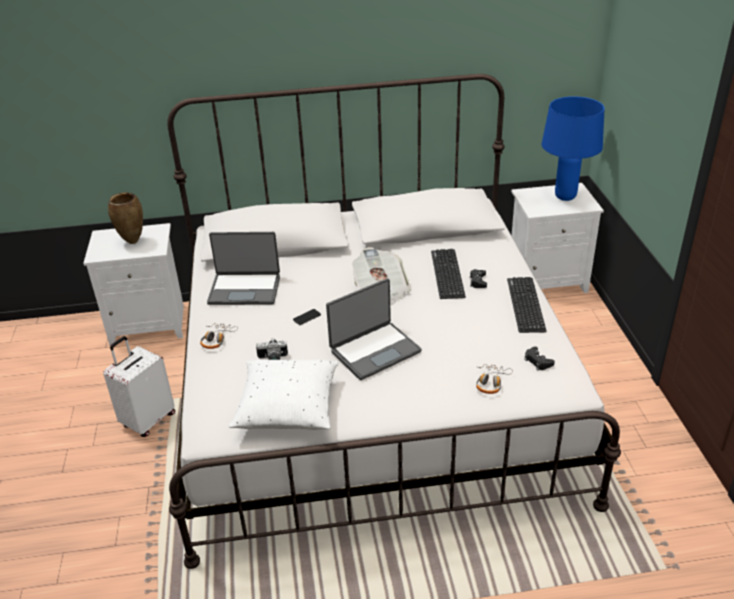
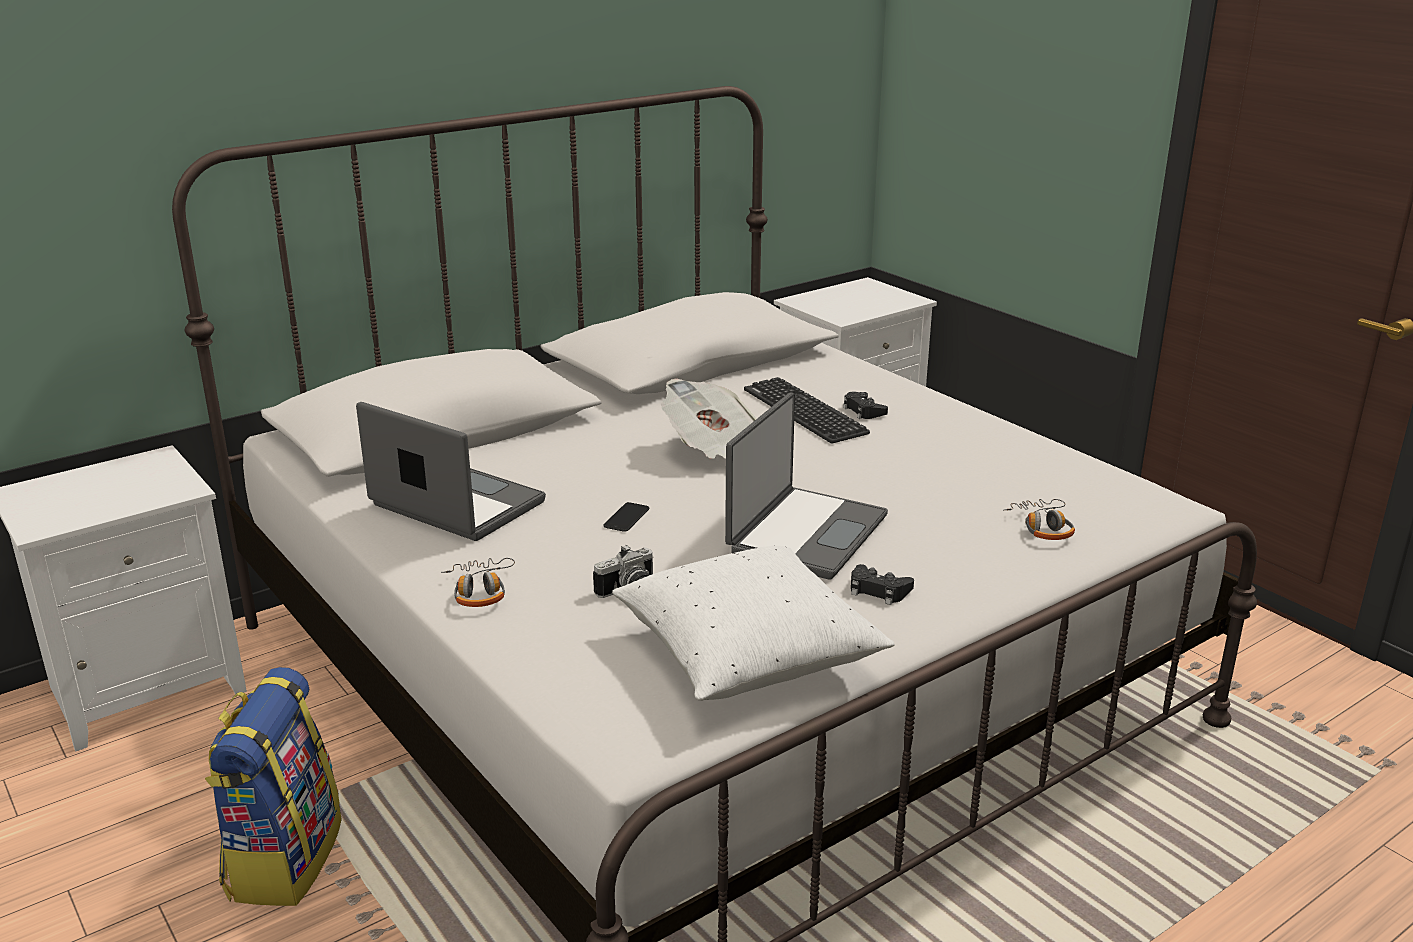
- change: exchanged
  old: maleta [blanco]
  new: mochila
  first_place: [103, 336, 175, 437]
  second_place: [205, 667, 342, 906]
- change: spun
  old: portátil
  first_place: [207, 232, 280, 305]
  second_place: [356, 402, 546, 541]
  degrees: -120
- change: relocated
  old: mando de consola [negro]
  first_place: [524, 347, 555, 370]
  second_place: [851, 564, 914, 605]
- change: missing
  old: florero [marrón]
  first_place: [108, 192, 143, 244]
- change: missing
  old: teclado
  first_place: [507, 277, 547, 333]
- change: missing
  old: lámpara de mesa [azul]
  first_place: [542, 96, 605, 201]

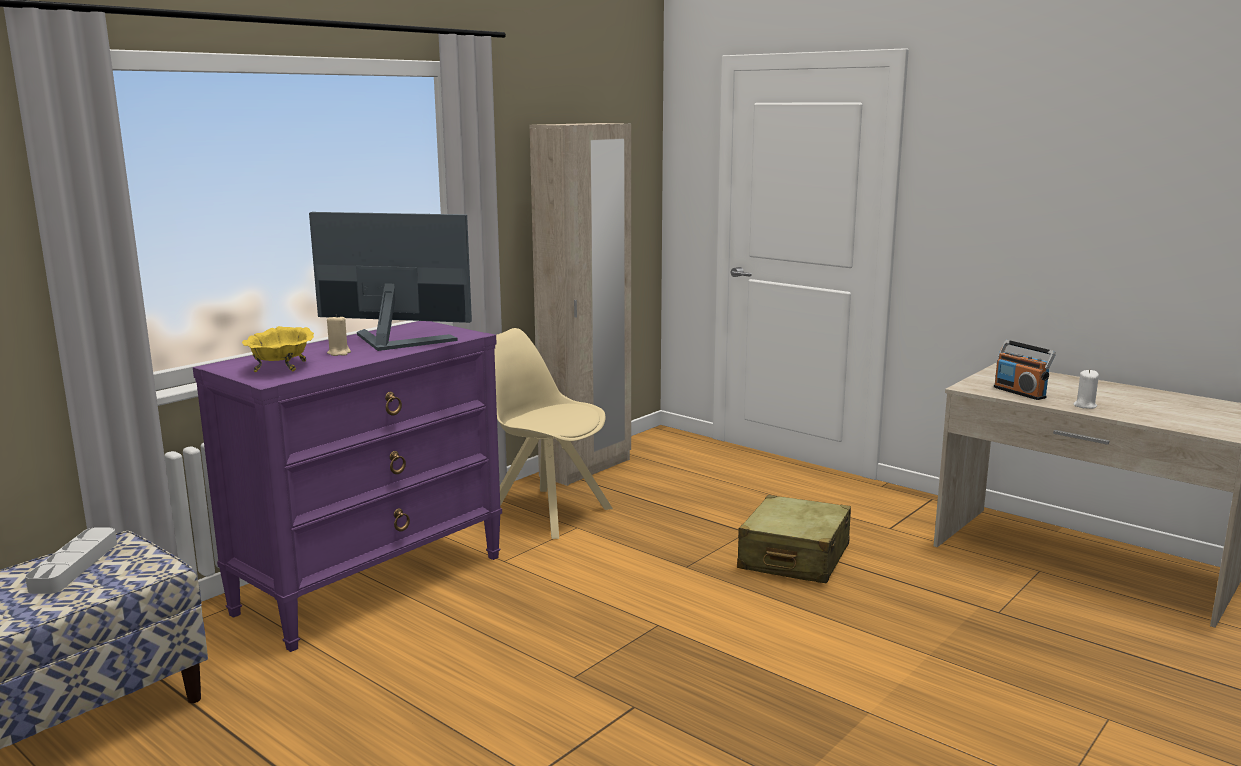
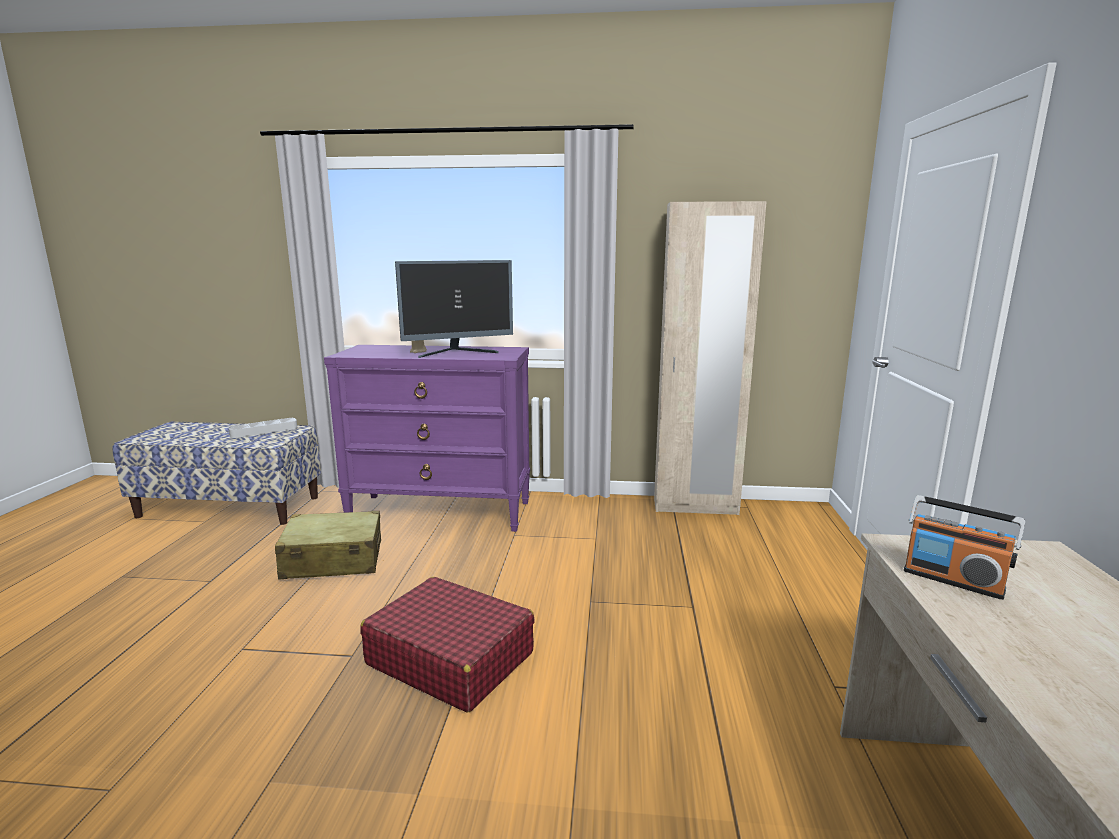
- change: relocated
  old: maleta [beis]
  first_place: [737, 495, 851, 583]
  second_place: [275, 511, 381, 580]
- change: appeared
  new: maleta [rojo]
  second_place: [361, 577, 535, 712]
- change: spun
  old: monitor
  first_place: [309, 212, 472, 351]
  second_place: [395, 260, 513, 358]
  degrees: 90
- change: spun
  old: radio
  first_place: [994, 340, 1056, 400]
  second_place: [904, 495, 1025, 600]
  degrees: -75
- change: missing
  old: cuenco [amarillo]
  first_place: [242, 326, 314, 372]
- change: missing
  old: silla [beis]
  first_place: [494, 328, 613, 539]
- change: missing
  old: vela [blanco]
  first_place: [1073, 369, 1099, 409]

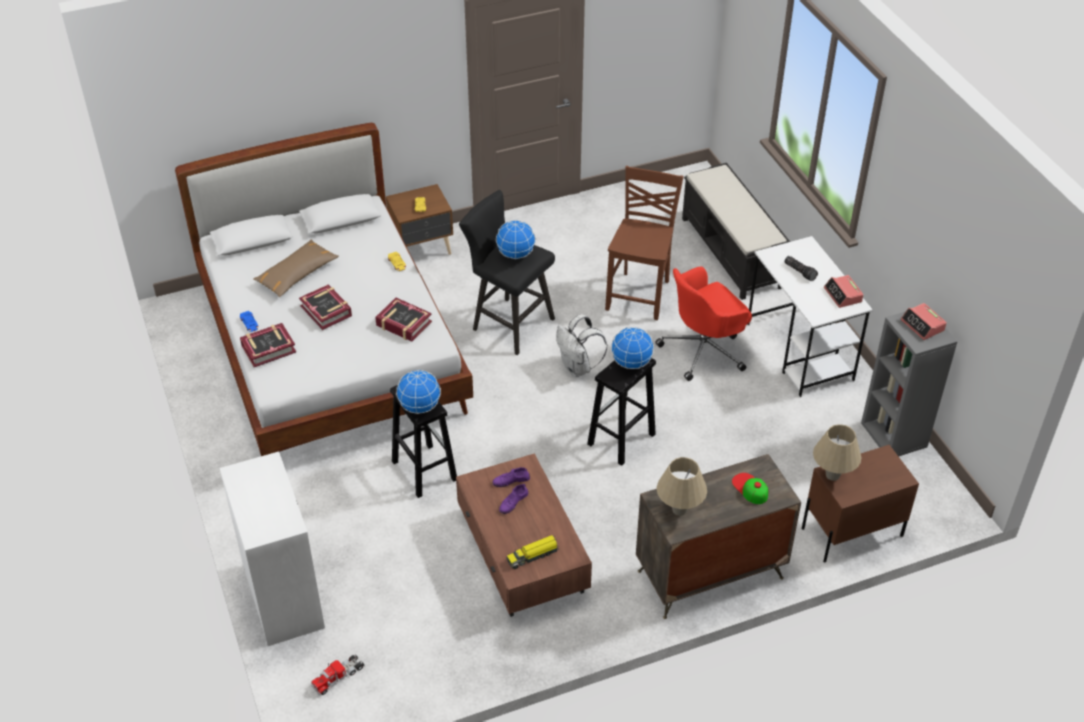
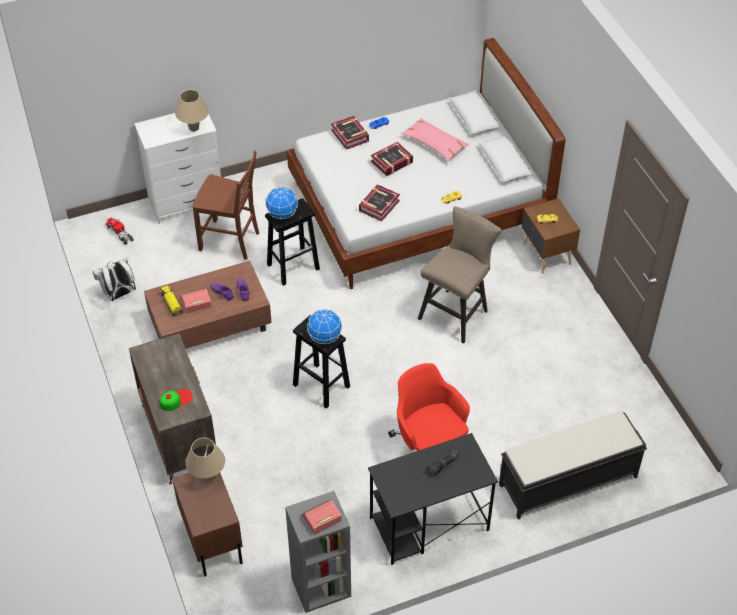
- change: relocated
  old: mochila [blanco]
  first_place: [556, 314, 607, 377]
  second_place: [93, 257, 136, 301]
- change: relocated
  old: lámpara de mesa [beis]
  first_place: [656, 457, 707, 516]
  second_place: [175, 89, 209, 132]
- change: relocated
  old: despertador
  first_place: [824, 275, 864, 308]
  second_place: [181, 289, 212, 313]
- change: relocated
  old: silla [marrón]
  first_place: [605, 166, 684, 320]
  second_place: [193, 151, 259, 260]
- change: colour
  old: escritorio [blanco]
  new: escritorio [negro]
  first_place: [748, 236, 873, 397]
  second_place: [368, 433, 498, 565]
- change: colour
  old: cojín [marrón]
  new: cojín [rosa]
  first_place: [253, 239, 339, 297]
  second_place: [401, 118, 469, 161]
- change: colour
  old: taburete [negro]
  new: taburete [beis]
  first_place: [459, 190, 555, 355]
  second_place: [418, 206, 502, 344]
- change: missing
  old: globo terráqueo
  first_place: [496, 220, 536, 260]

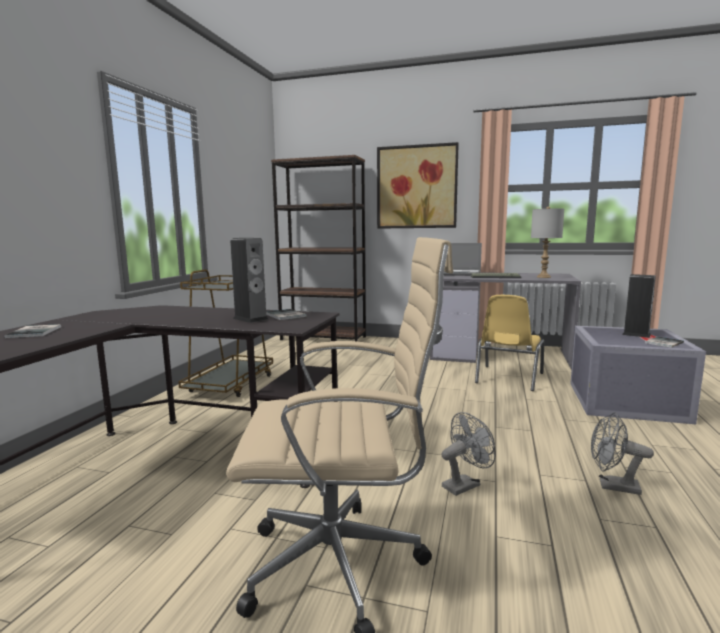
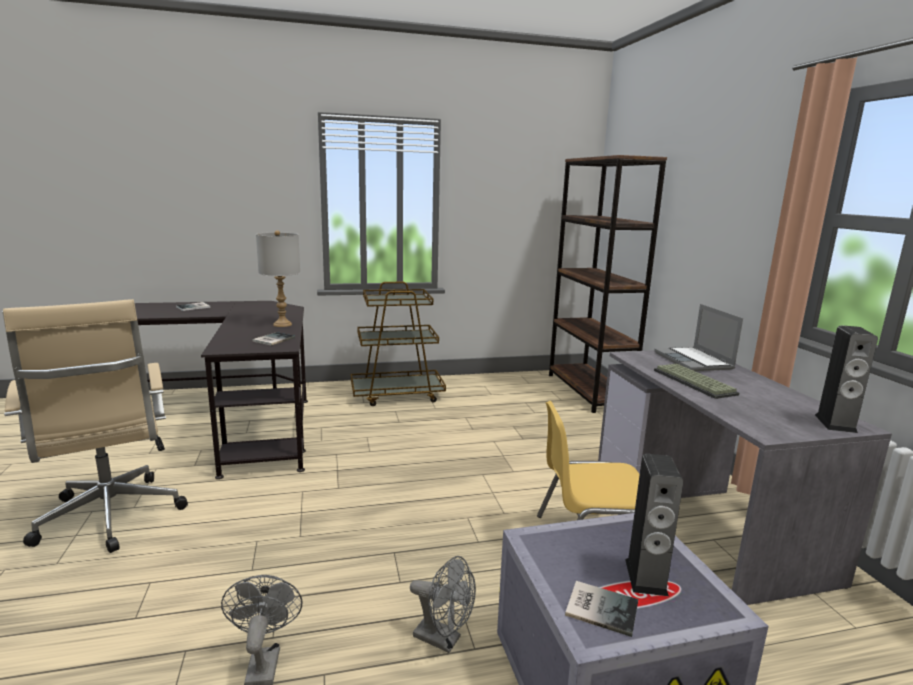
- change: relocated
  old: lámpara de mesa [gris]
  first_place: [531, 206, 564, 278]
  second_place: [256, 230, 300, 327]
- change: relocated
  old: ventilador [gris]
  first_place: [441, 412, 496, 496]
  second_place: [410, 556, 476, 653]
- change: relocated
  old: altavoz
  first_place: [230, 238, 269, 323]
  second_place: [815, 325, 878, 433]
- change: missing
  old: cuadro
  first_place: [377, 142, 459, 229]

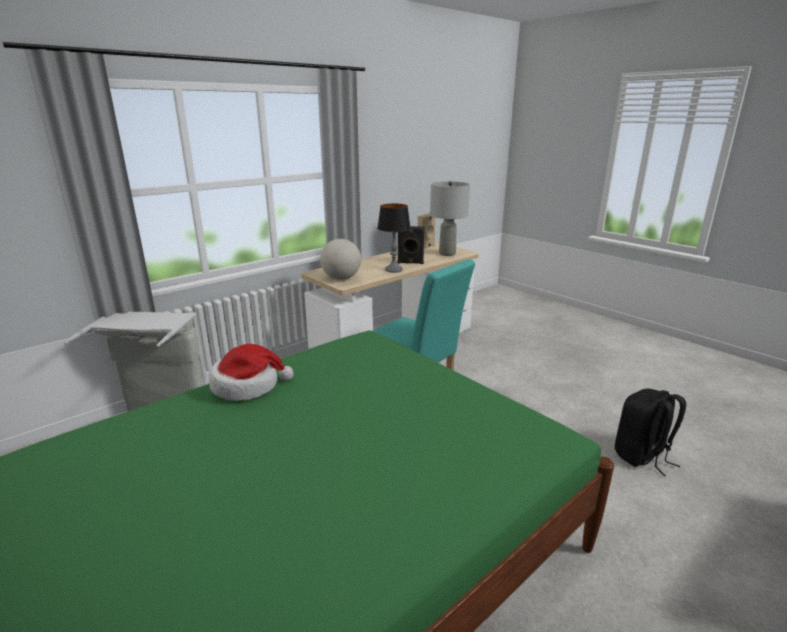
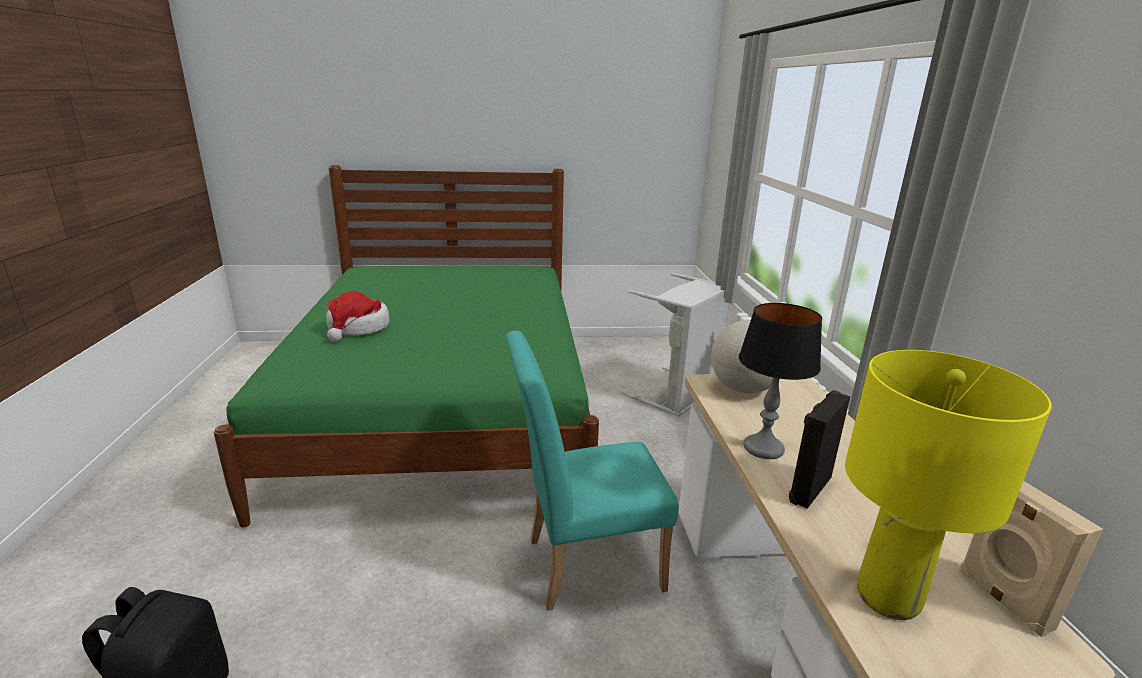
- change: relocated
  old: sombrero
  first_place: [209, 344, 294, 401]
  second_place: [326, 291, 389, 342]
- change: colour
  old: lámpara de mesa [gris]
  new: lámpara de mesa [amarillo]
  first_place: [430, 181, 470, 256]
  second_place: [845, 350, 1052, 620]

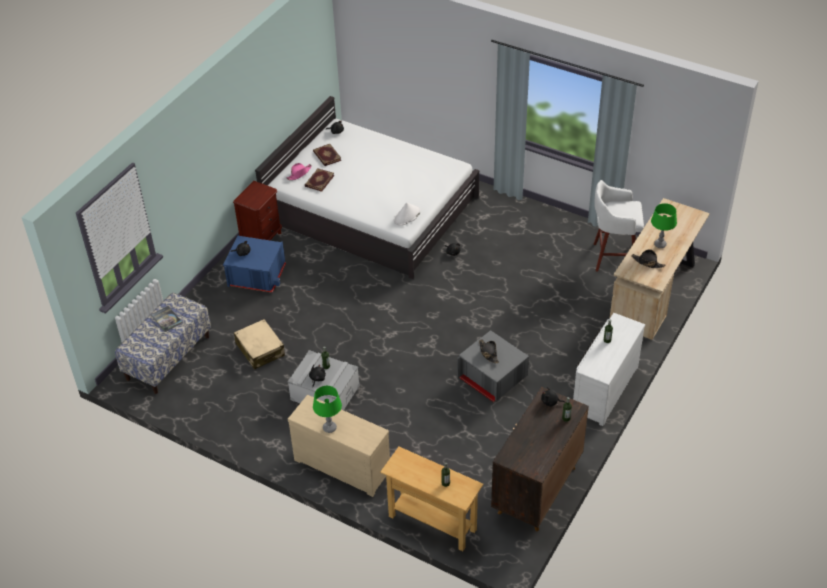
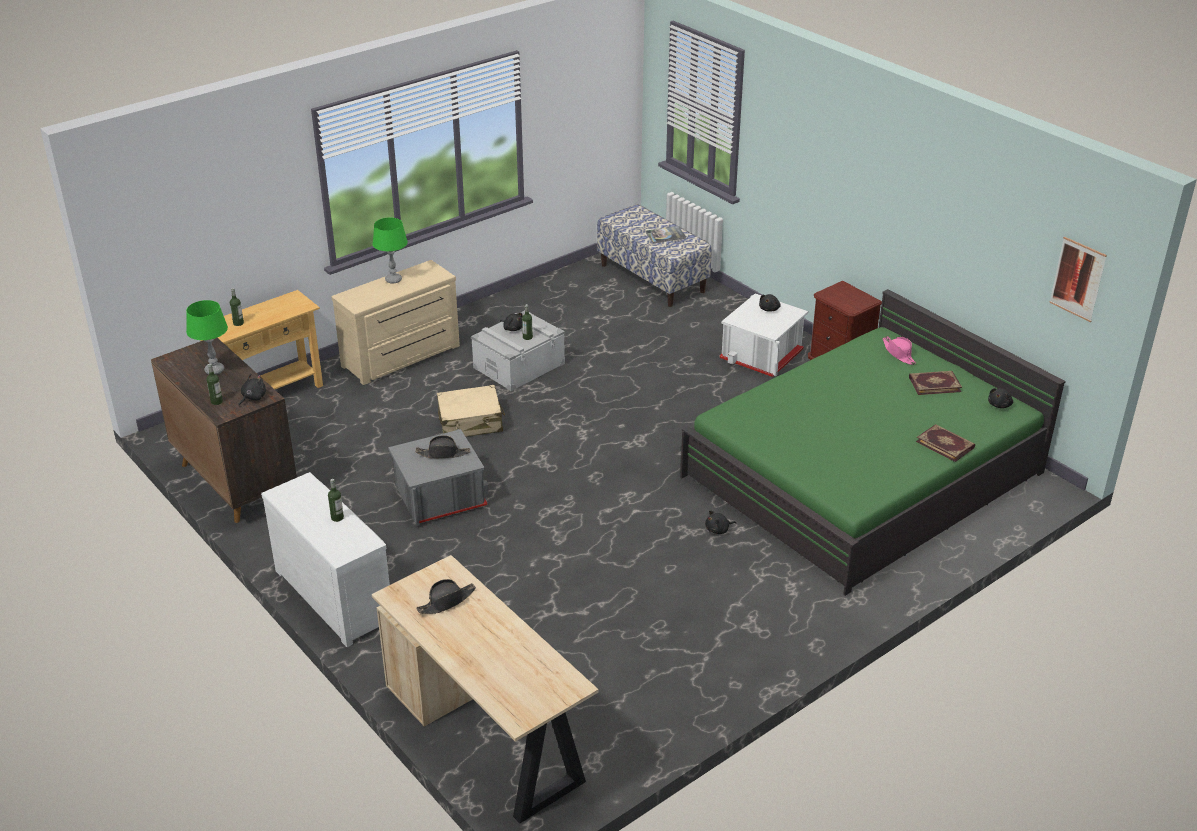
- change: relocated
  old: lámpara de mesa [verde]
  first_place: [651, 203, 677, 248]
  second_place: [186, 300, 228, 375]
- change: relocated
  old: maleta [beis]
  first_place: [234, 319, 285, 370]
  second_place: [437, 385, 505, 437]
- change: colour
  old: cama [blanco]
  new: cama [verde]
  first_place: [255, 96, 480, 279]
  second_place: [680, 289, 1066, 596]
- change: colour
  old: caja de almacenaje [azul]
  new: caja de almacenaje [blanco]
  first_place: [223, 236, 286, 293]
  second_place: [719, 293, 808, 377]
- change: relocated
  old: libro
  first_place: [305, 169, 334, 192]
  second_place: [916, 424, 975, 462]
- change: appeared
  new: cuadro
  second_place: [1049, 237, 1107, 322]
- change: missing
  old: sombrero [blanco]
  first_place: [394, 203, 421, 226]
- change: missing
  old: taburete [blanco]
  first_place: [594, 180, 644, 271]

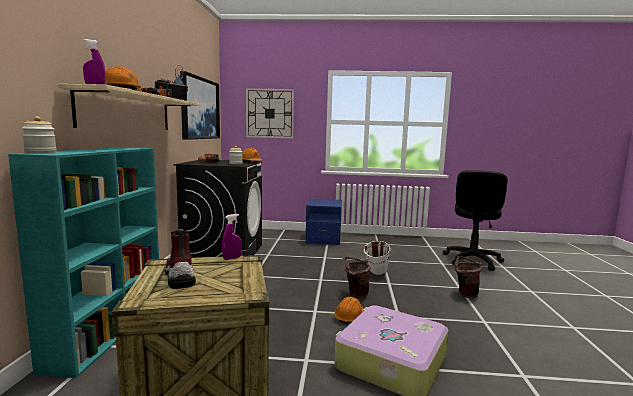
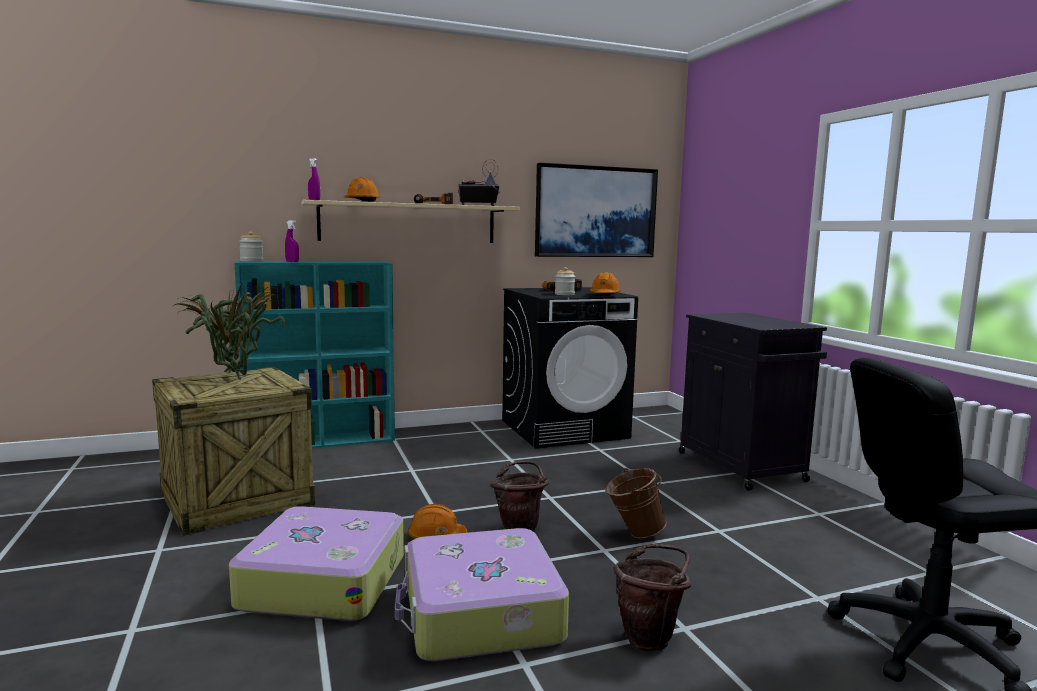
- change: exchanged
  old: bota
  new: planta en maceta
  first_place: [165, 229, 196, 289]
  second_place: [172, 284, 285, 380]
- change: relocated
  old: pulverizador [morado]
  first_place: [222, 214, 242, 260]
  second_place: [285, 220, 299, 262]
- change: appeared
  new: maleta
  second_place: [395, 528, 569, 661]
- change: colour
  old: cubo [blanco]
  new: cubo [marrón]
  first_place: [363, 241, 392, 275]
  second_place: [605, 468, 666, 538]
- change: exchanged
  old: mesita de noche [azul]
  new: armario [negro]
  first_place: [306, 199, 342, 245]
  second_place: [679, 313, 827, 491]
- change: missing
  old: reloj de pared
  first_place: [246, 88, 294, 138]

